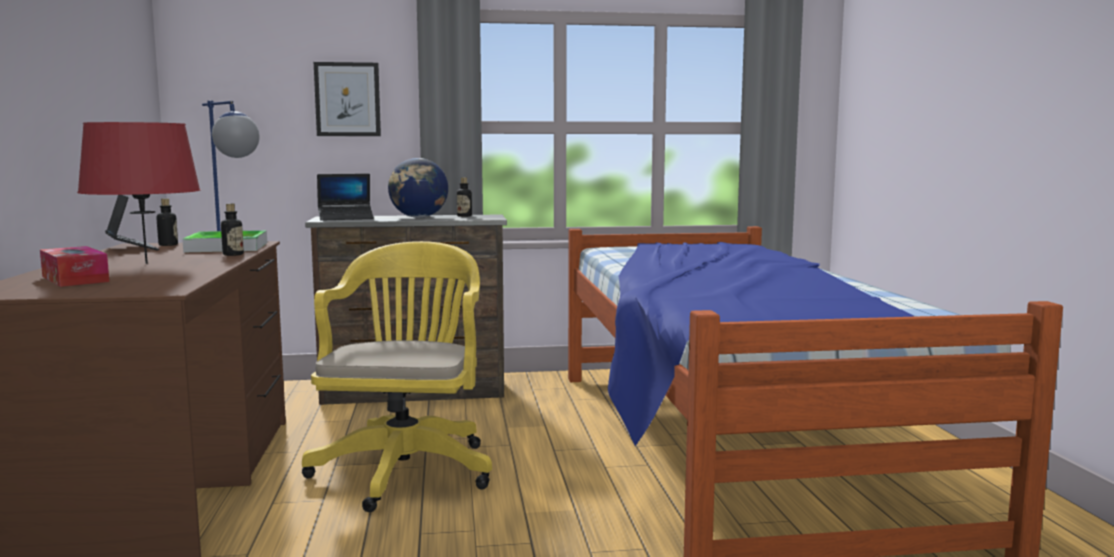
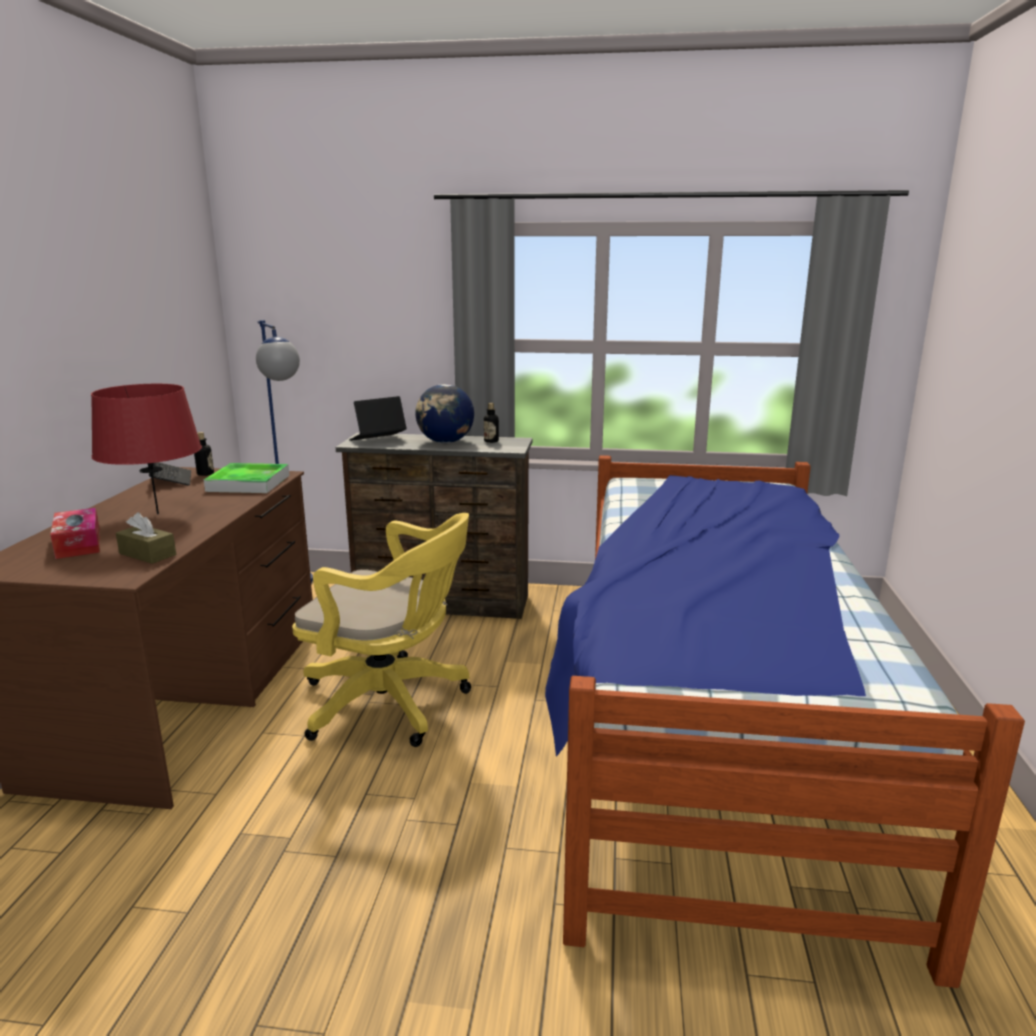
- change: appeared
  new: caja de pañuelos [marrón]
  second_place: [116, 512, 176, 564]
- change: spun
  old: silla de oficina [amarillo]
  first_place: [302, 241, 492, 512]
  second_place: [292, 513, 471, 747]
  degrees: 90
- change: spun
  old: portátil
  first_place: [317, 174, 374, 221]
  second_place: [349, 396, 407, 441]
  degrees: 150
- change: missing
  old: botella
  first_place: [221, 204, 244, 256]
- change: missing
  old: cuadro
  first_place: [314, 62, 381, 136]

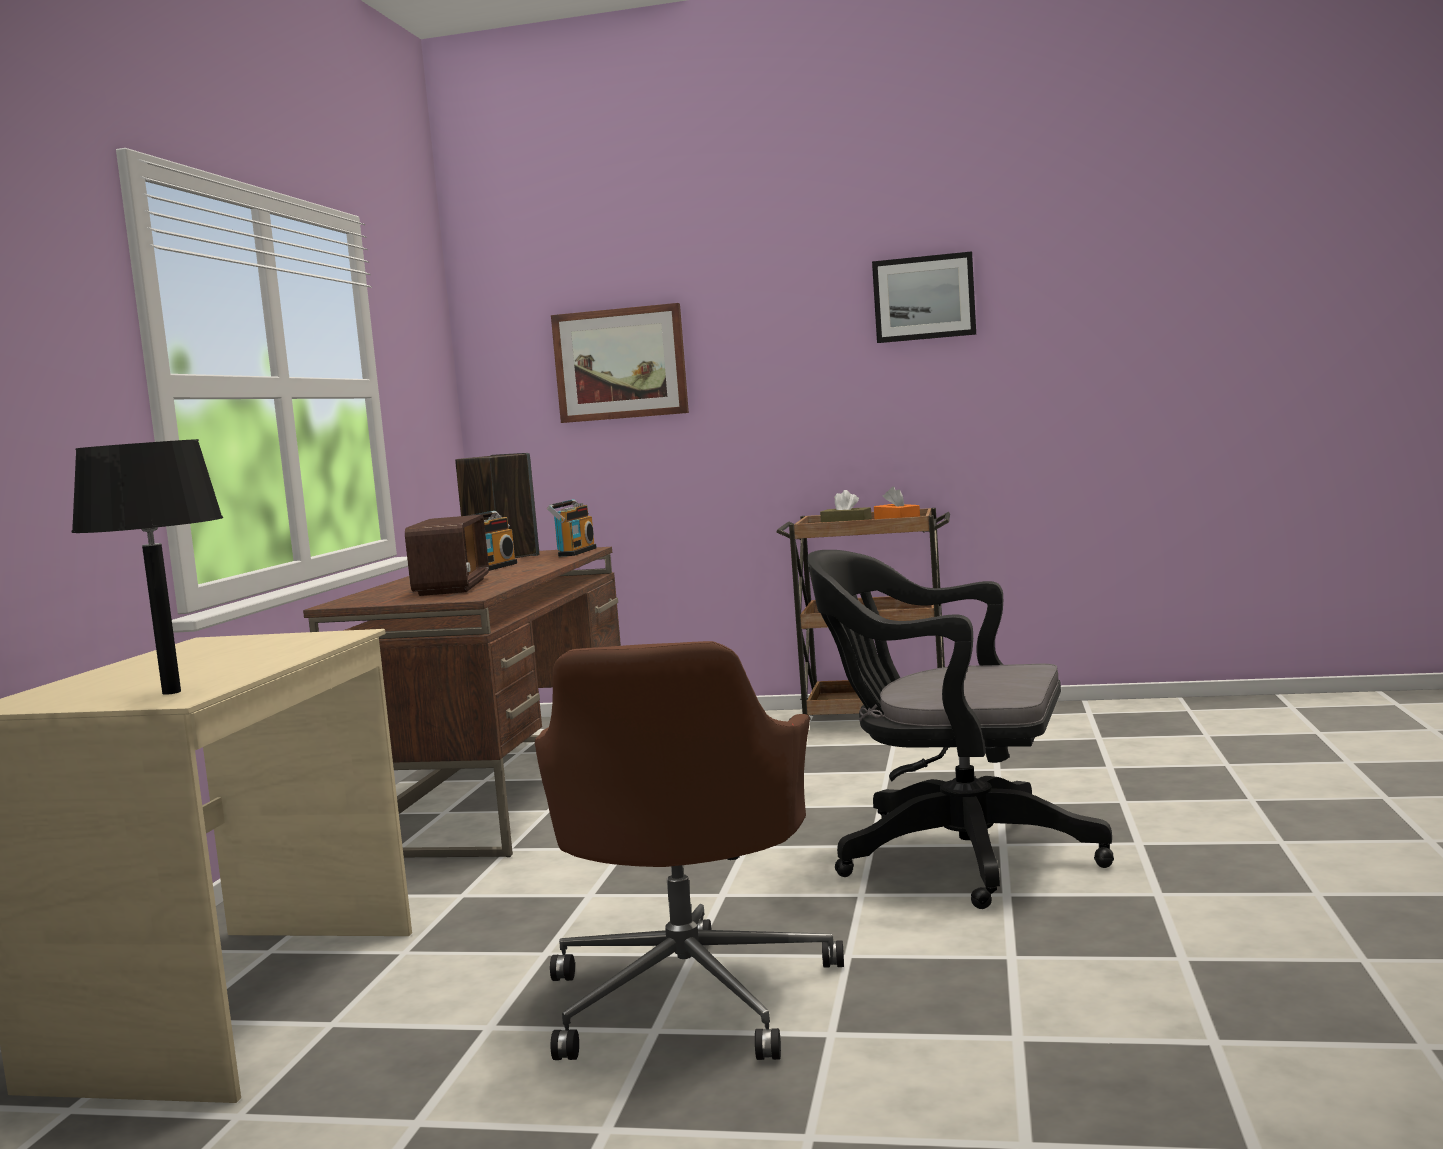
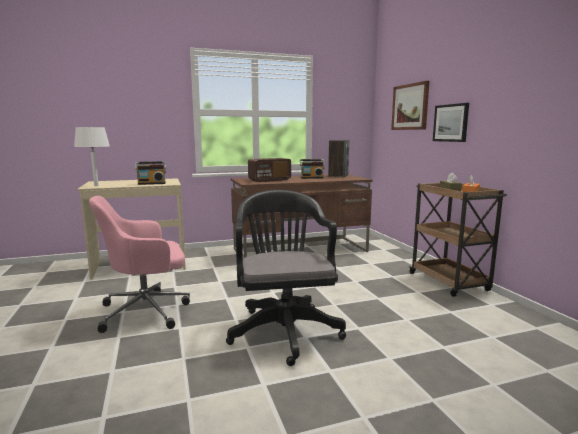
- change: colour
  old: lámpara de mesa [negro]
  new: lámpara de mesa [blanco]
  first_place: [71, 439, 223, 695]
  second_place: [74, 127, 110, 186]
- change: colour
  old: silla de oficina [marrón]
  new: silla de oficina [rosa]
  first_place: [535, 641, 844, 1060]
  second_place: [89, 196, 190, 333]
- change: relocated
  old: radio
  first_place: [547, 499, 597, 556]
  second_place: [135, 161, 166, 185]
- change: relocated
  old: cuadro
  first_place: [872, 251, 976, 343]
  second_place: [433, 103, 469, 142]

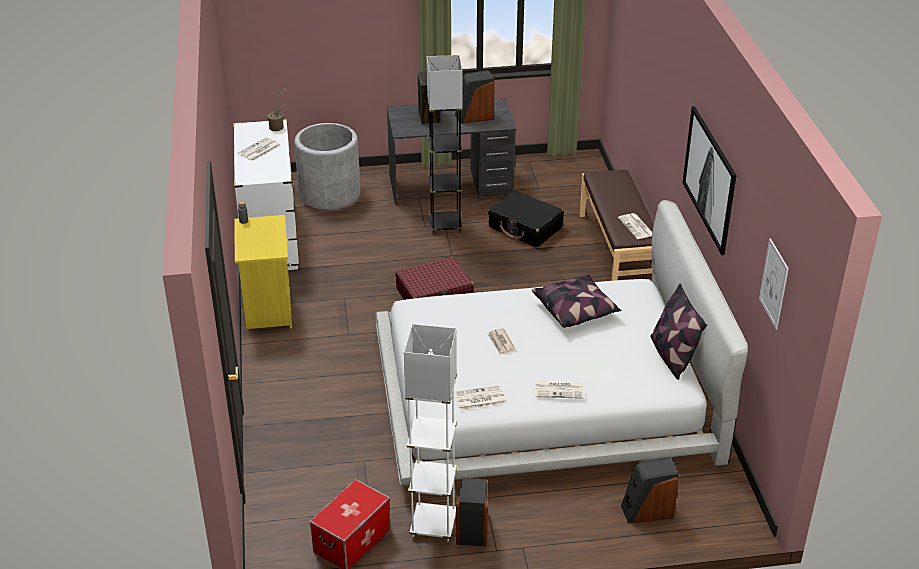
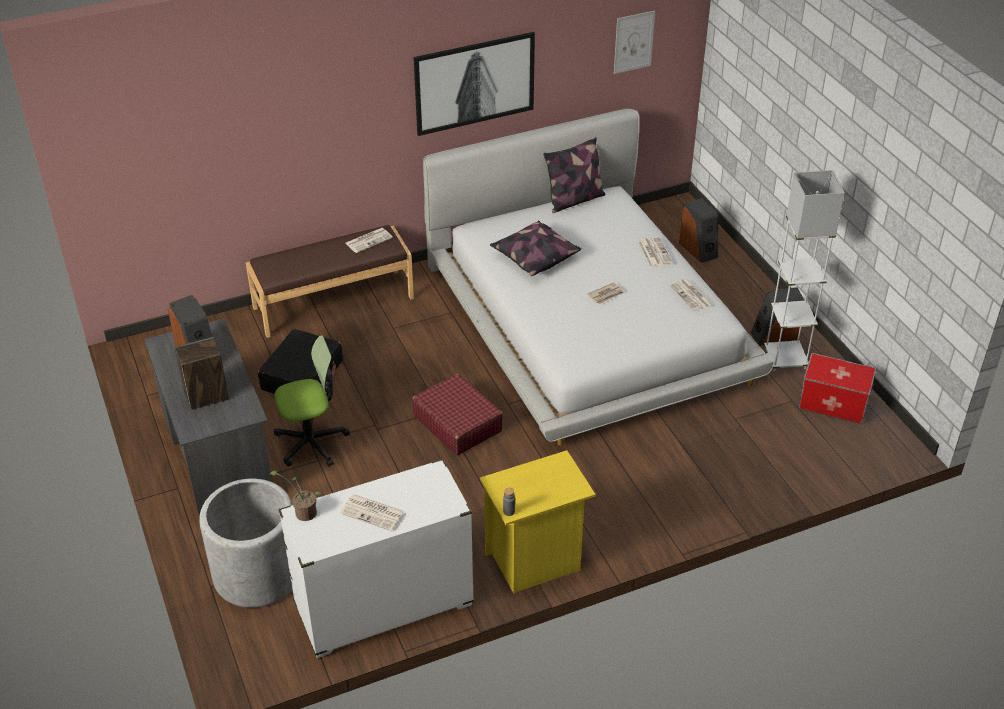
- change: exchanged
  old: lámpara de pie [gris]
  new: silla de oficina
  first_place: [427, 55, 463, 234]
  second_place: [274, 335, 350, 467]

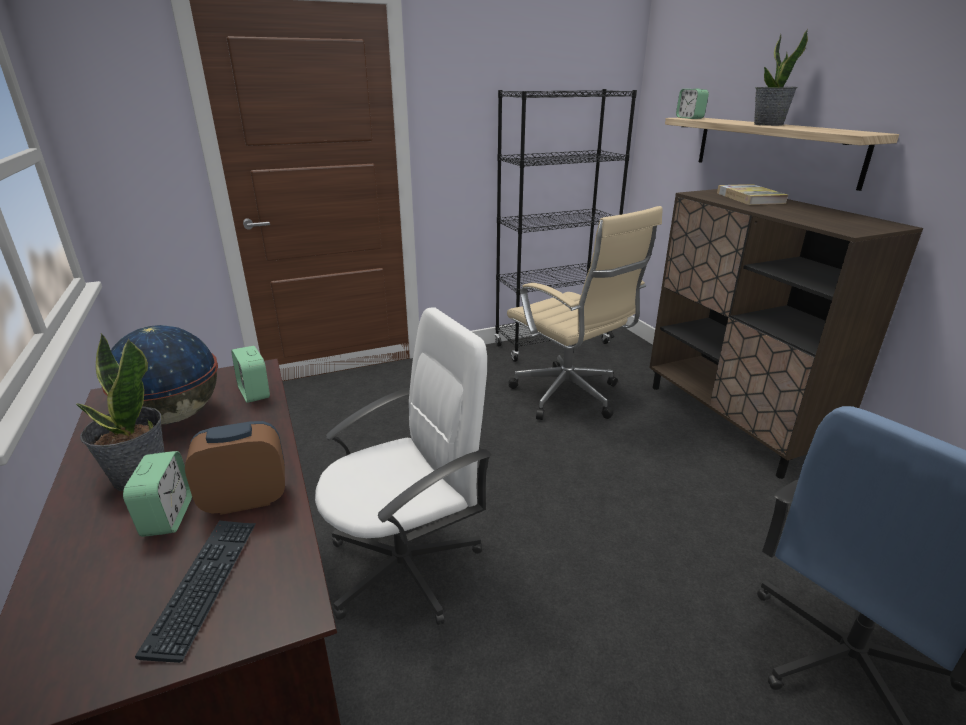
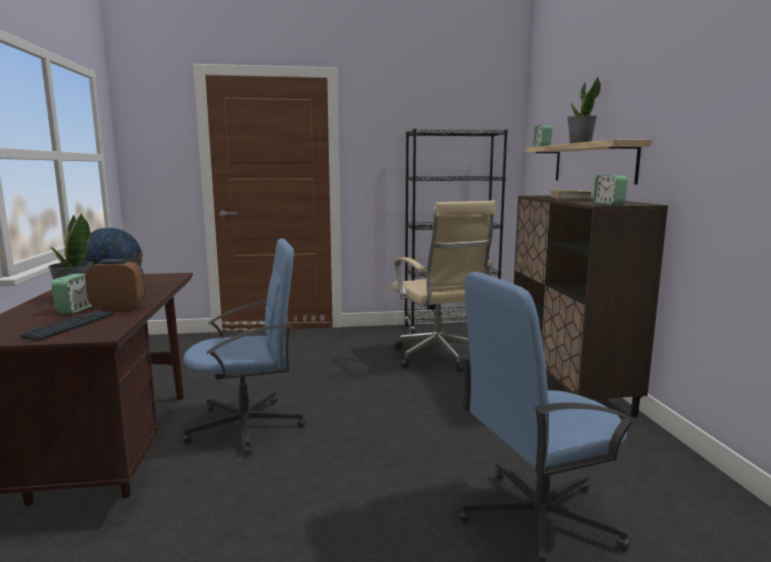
- change: colour
  old: silla de oficina [blanco]
  new: silla de oficina [azul]
  first_place: [315, 307, 491, 625]
  second_place: [183, 239, 305, 455]
- change: relocated
  old: despertador
  first_place: [231, 346, 270, 403]
  second_place: [593, 175, 628, 205]

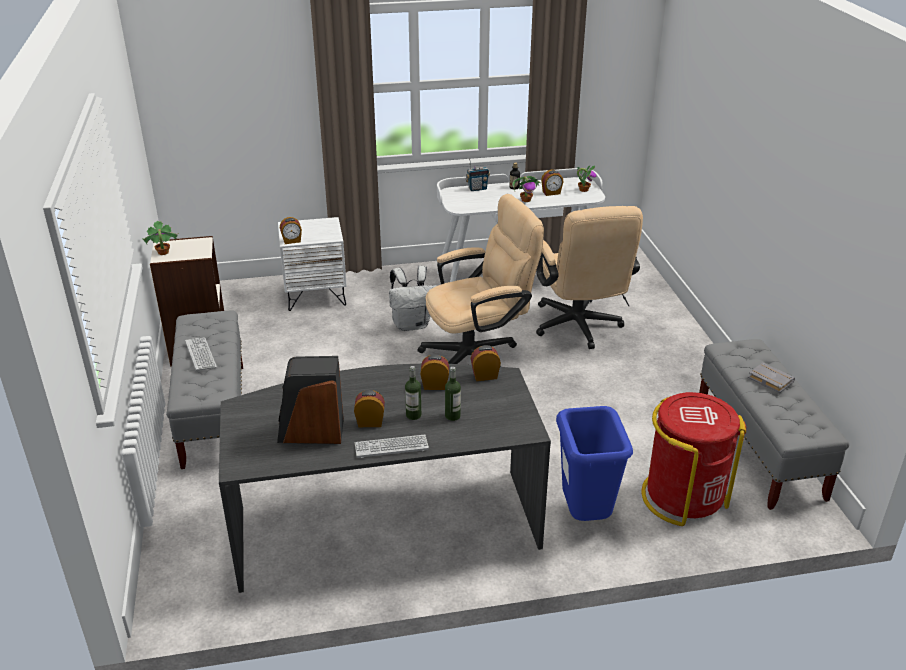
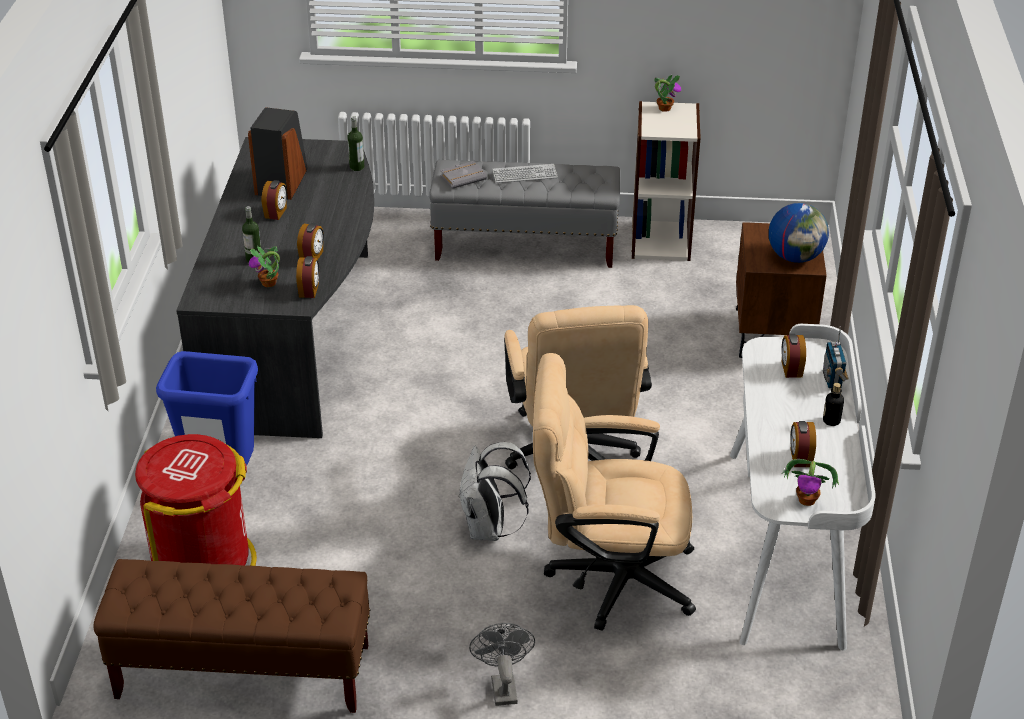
- change: colour
  old: banco [gris]
  new: banco [marrón]
  first_place: [699, 339, 849, 510]
  second_place: [94, 559, 370, 713]
- change: relocated
  old: planta en maceta
  first_place: [512, 176, 541, 202]
  second_place: [249, 246, 280, 287]
- change: relocated
  old: botella
  first_place: [405, 366, 421, 420]
  second_place: [347, 116, 365, 171]
- change: relocated
  old: libro [gris]
  first_place: [748, 363, 795, 393]
  second_place: [440, 161, 487, 189]
- change: relocated
  old: mochila [blanco]
  first_place: [389, 266, 437, 331]
  second_place: [459, 442, 531, 541]
- change: appeared
  new: ventilador [gris]
  second_place: [469, 623, 535, 706]
- change: colour
  old: mesita de noche [blanco]
  new: mesita de noche [marrón]
  first_place: [278, 217, 347, 311]
  second_place: [736, 222, 827, 358]
- change: appeared
  new: globo terráqueo
  second_place: [769, 203, 829, 263]
- change: relocated
  old: despertador
  first_place: [280, 217, 302, 244]
  second_place: [782, 334, 806, 378]
- change: missing
  old: teclado
  first_place: [355, 434, 429, 458]

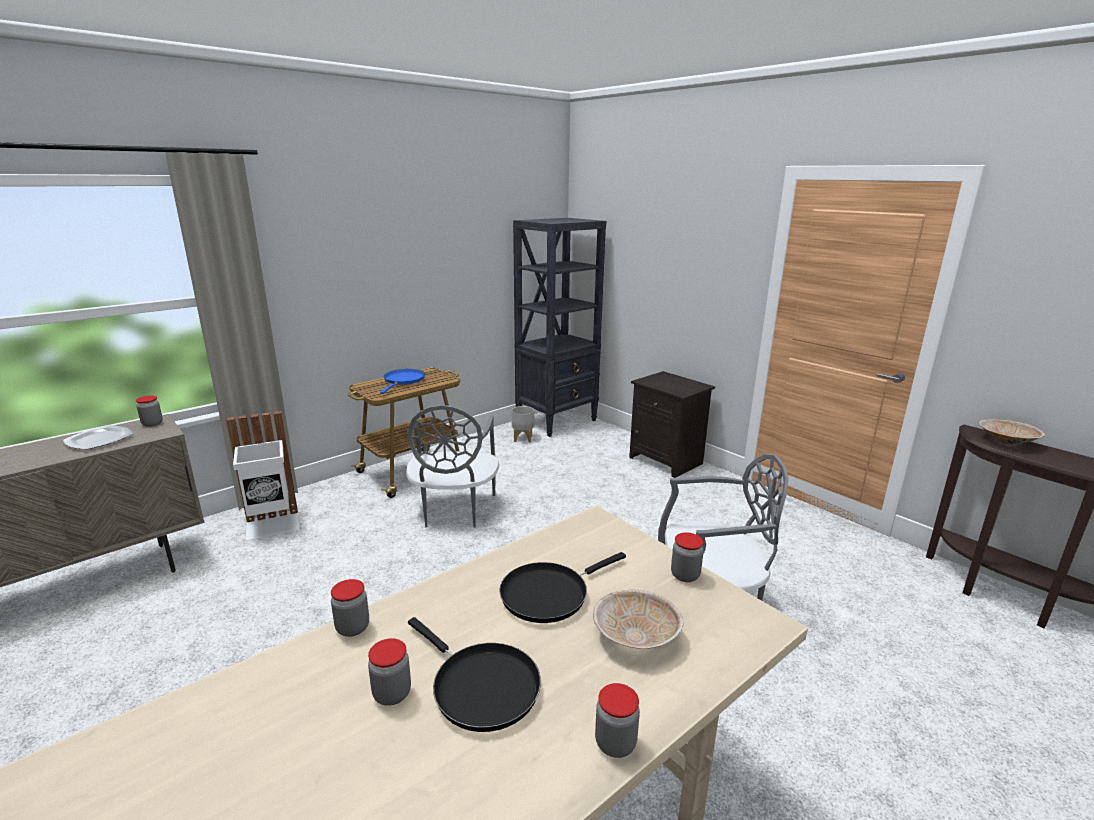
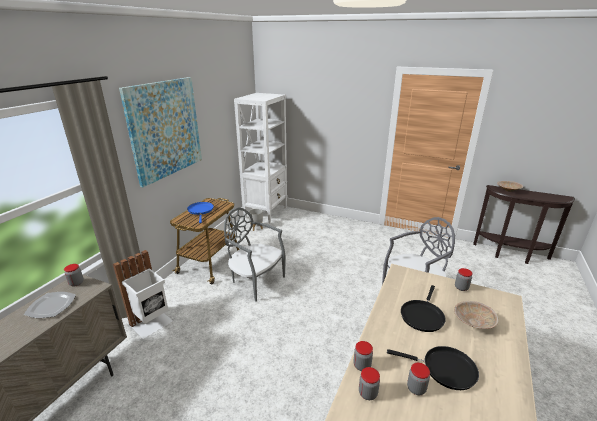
- change: appeared
  new: cuadro
  second_place: [119, 77, 202, 187]
- change: spun
  old: silla [gris]
  first_place: [406, 405, 499, 528]
  second_place: [224, 208, 286, 302]
  degrees: 150
- change: colour
  old: estantería [negro]
  new: estantería [blanco]
  first_place: [513, 218, 606, 437]
  second_place: [234, 93, 287, 223]
- change: relocated
  old: tarro
  first_place: [595, 683, 640, 758]
  second_place: [359, 367, 380, 400]
- change: missing
  old: mesita de noche [negro]
  first_place: [629, 371, 715, 478]

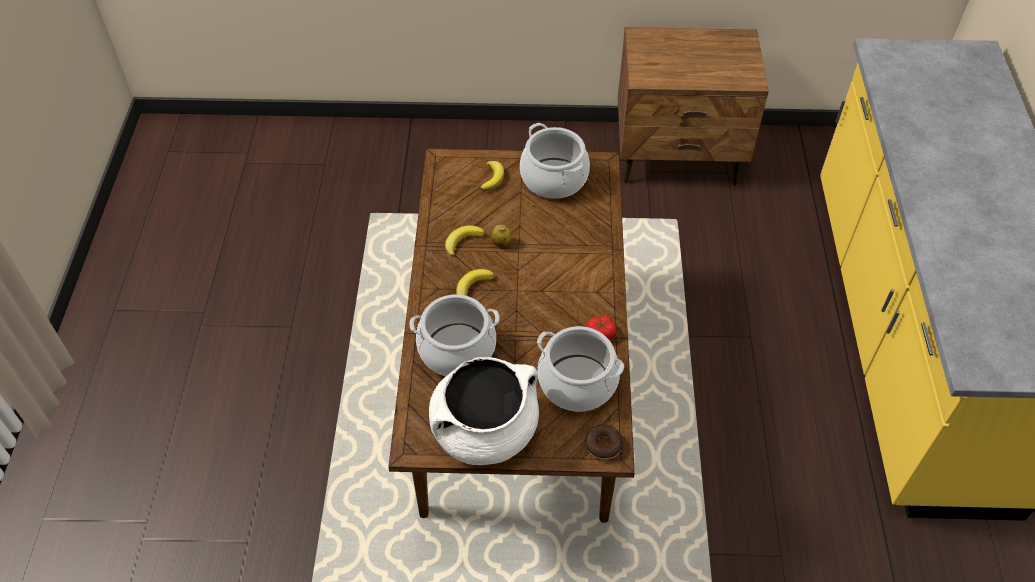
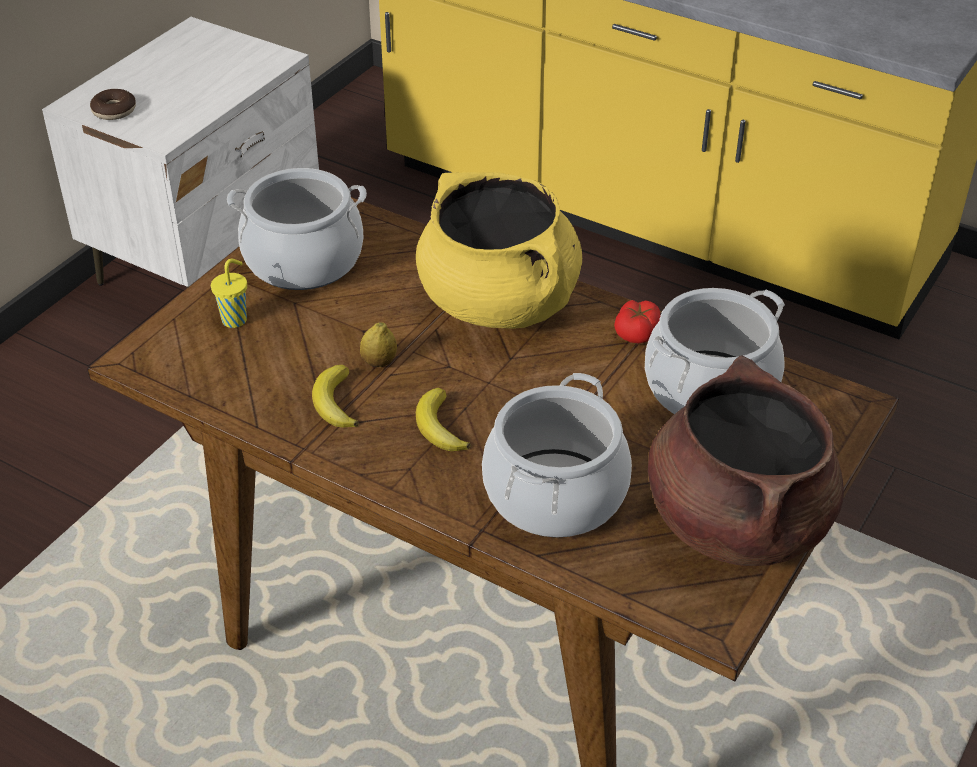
- change: colour
  old: mesita de noche [marrón]
  new: mesita de noche [blanco]
  first_place: [618, 27, 769, 185]
  second_place: [42, 17, 319, 288]
- change: relocated
  old: rosquilla
  first_place: [585, 424, 623, 460]
  second_place: [90, 89, 136, 120]
- change: exchanged
  old: plátano
  new: taza [amarillo]
  first_place: [480, 161, 504, 192]
  second_place: [211, 259, 247, 328]
- change: appeared
  new: olla [amarillo]
  second_place: [416, 172, 582, 329]
- change: colour
  old: olla [blanco]
  new: olla [marrón]
  first_place: [429, 357, 539, 465]
  second_place: [648, 356, 844, 566]

